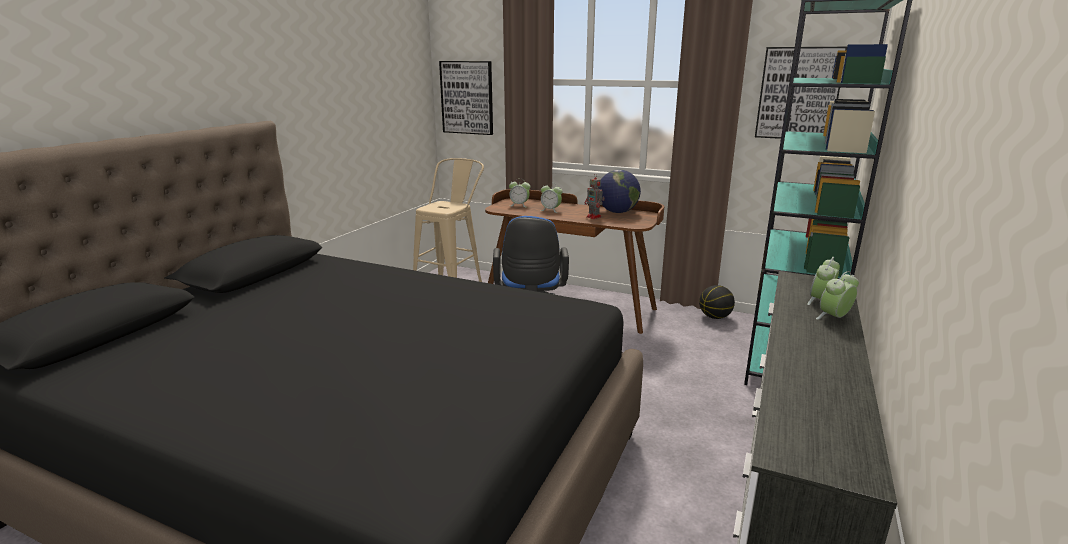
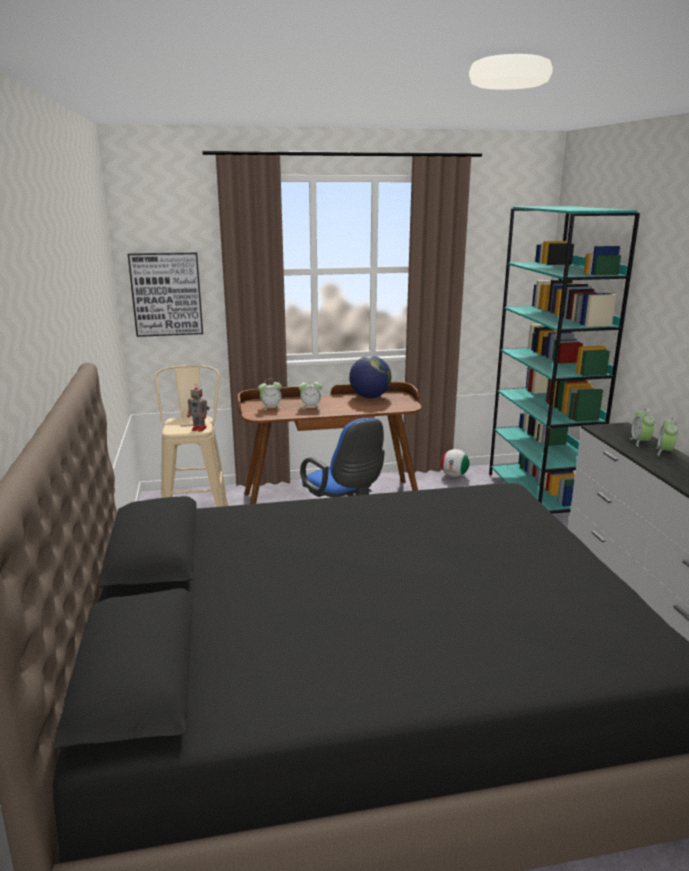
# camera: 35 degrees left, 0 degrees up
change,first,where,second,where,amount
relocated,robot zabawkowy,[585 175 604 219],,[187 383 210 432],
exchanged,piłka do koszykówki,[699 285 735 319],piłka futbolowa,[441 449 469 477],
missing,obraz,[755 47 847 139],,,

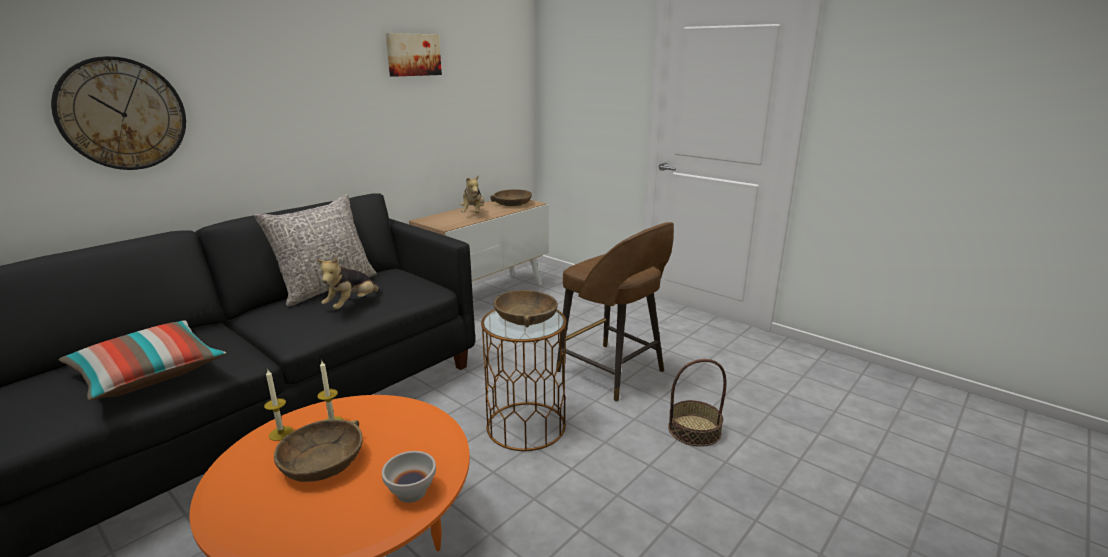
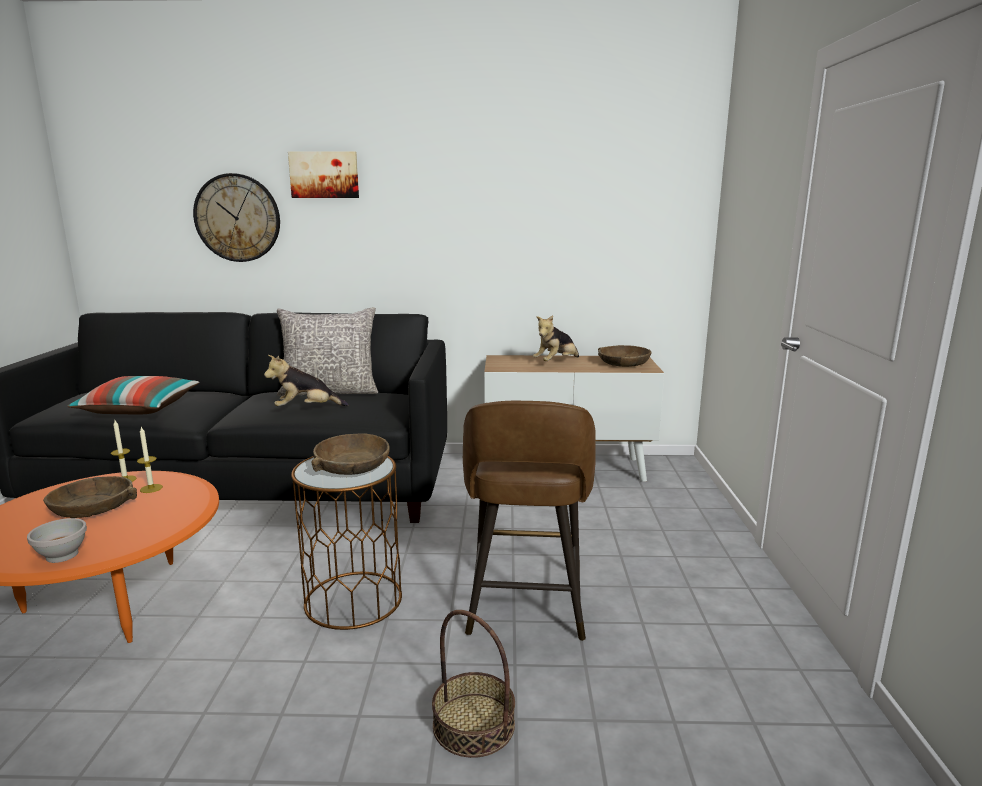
# camera: 50 degrees right, 5 degrees down
change,first,where,second,where,amount
relocated,obraz,[386 33 442 77],,[288 151 359 198],

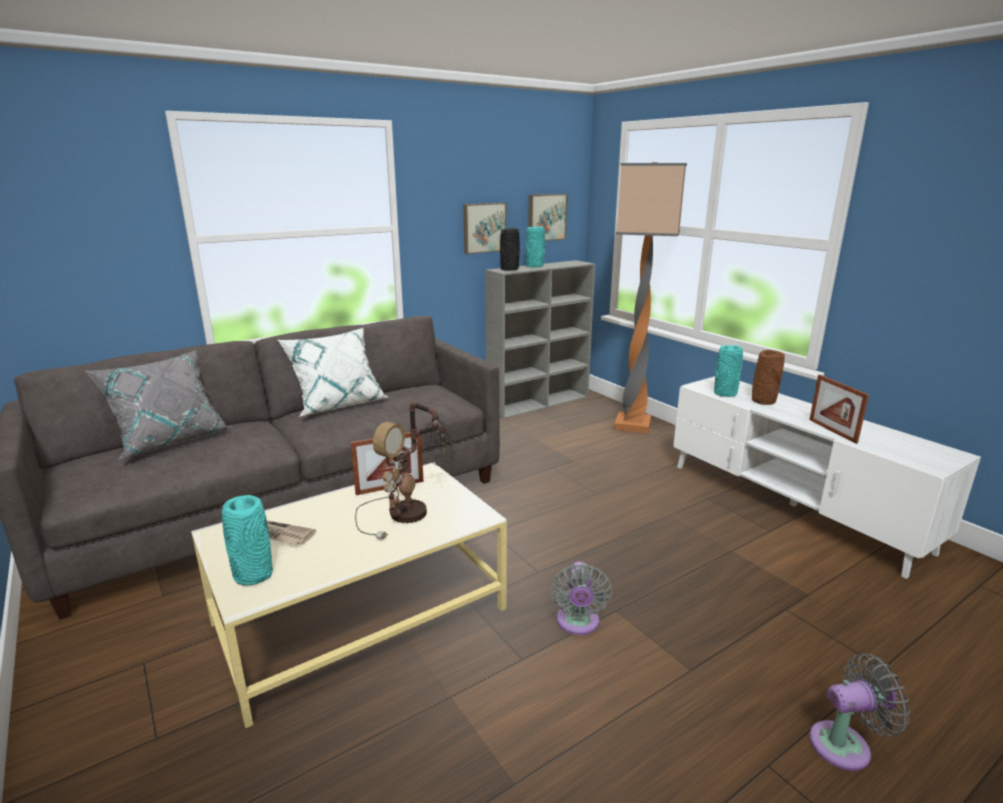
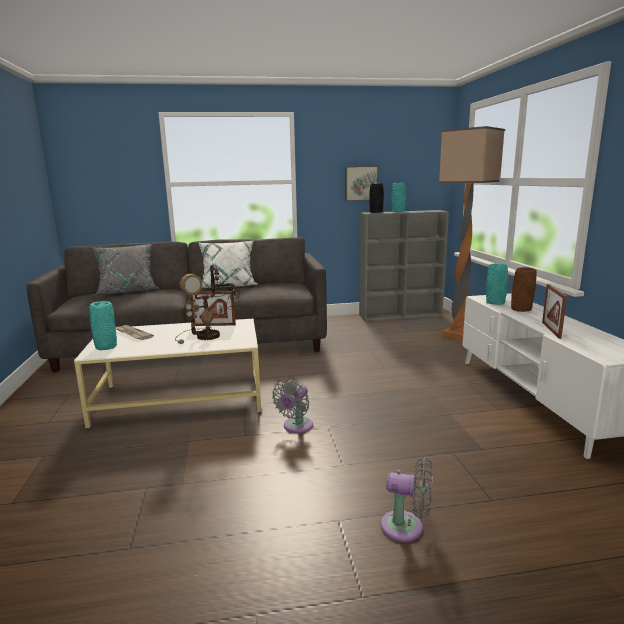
# camera: 25 degrees right, 5 degrees down
change,first,where,second,where,amount
missing,obraz,[528 194 568 241],,,

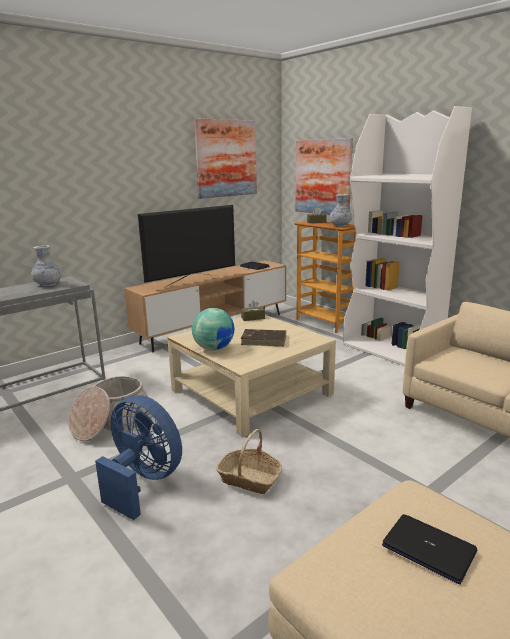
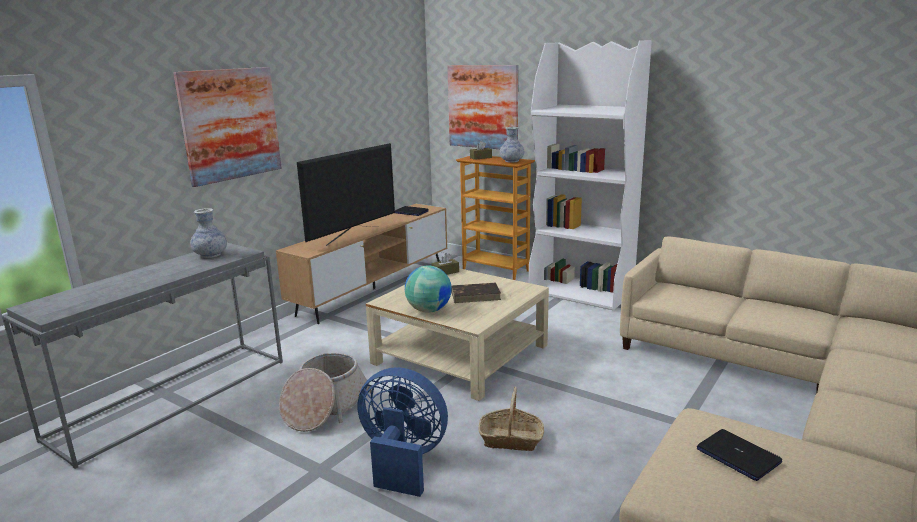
# camera: 15 degrees left, 0 degrees up
change,first,where,second,where,amount
relocated,obraz,[194 119 257 199],,[173 67 282 187],
spun,laptop,[382 514 477 585],,[697 429 782 481],150 degrees counterclockwise

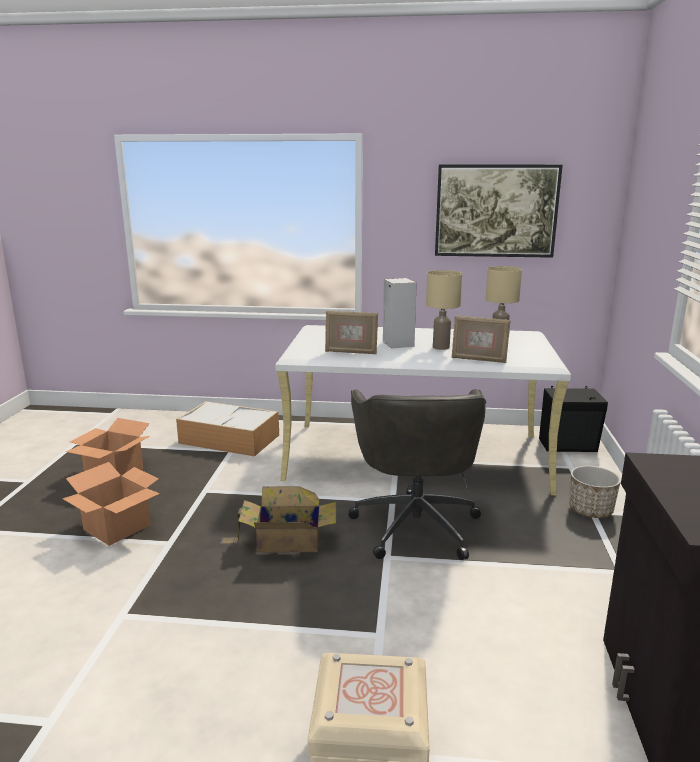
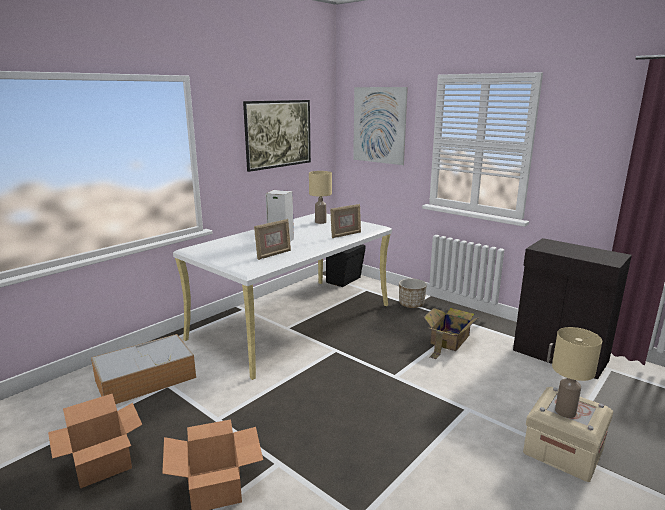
# camera: 55 degrees left, 0 degrees up
change,first,where,second,where,amount
relocated,karton,[220 486 336 553],,[424 308 478 359],
missing,krzesło biurowe [szary],[348 389 486 560],,,
relocated,lampa stołowa [beżowy],[426 270 462 350],,[552 327 602 418],
appeared,,,obraz,[353 87 408 165],

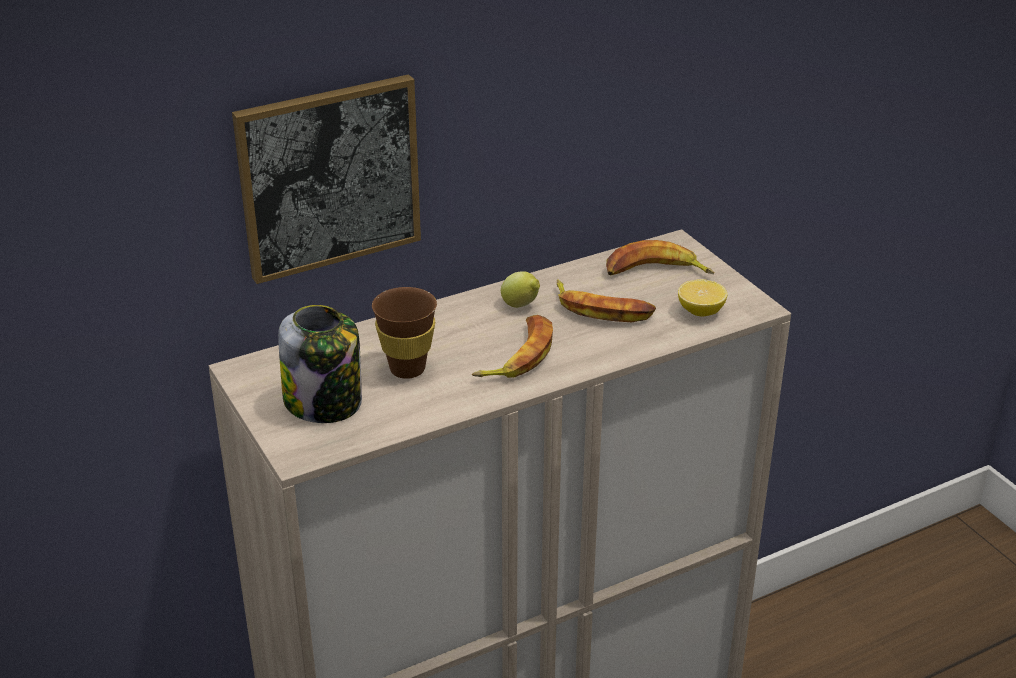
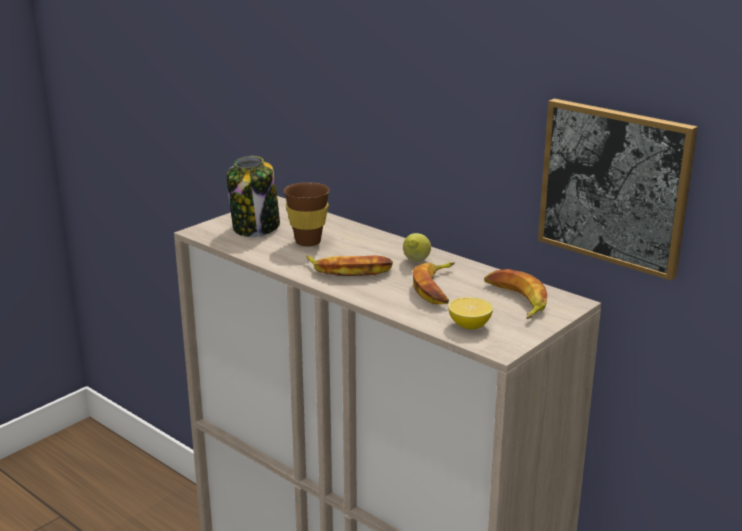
# camera: 70 degrees right, 10 degrees down
change,first,where,second,where,amount
relocated,obraz,[232 74 421 284],,[538 99 698 281],

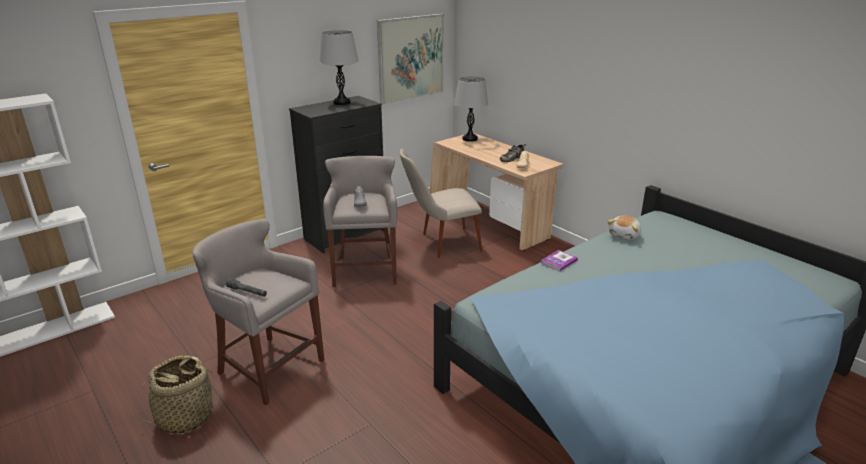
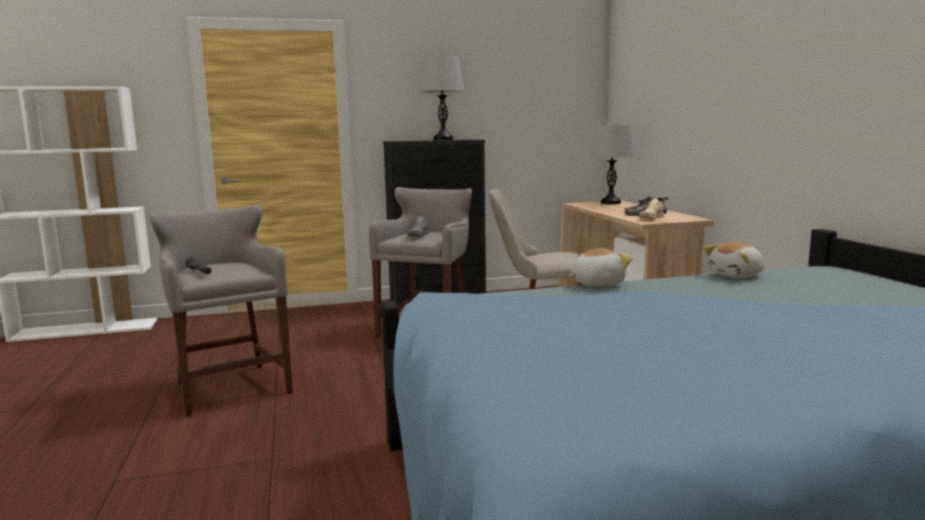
# camera: 25 degrees right, 15 degrees down
change,first,where,second,where,amount
missing,koszyk,[134 355 220 434],,,
missing,obraz,[377 14 444 104],,,
exchanged,książka,[541 250 578 271],pluszak,[569 248 633 286],

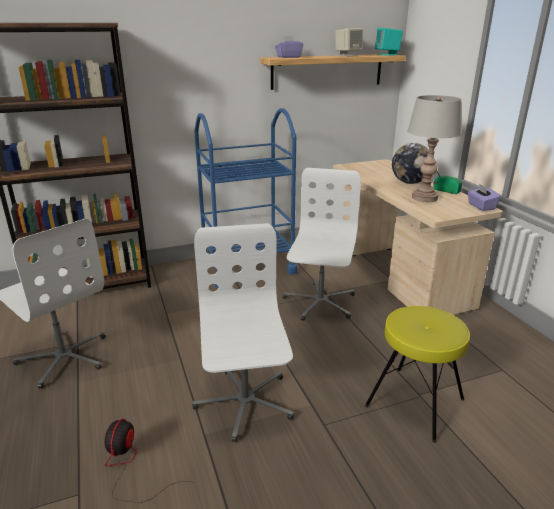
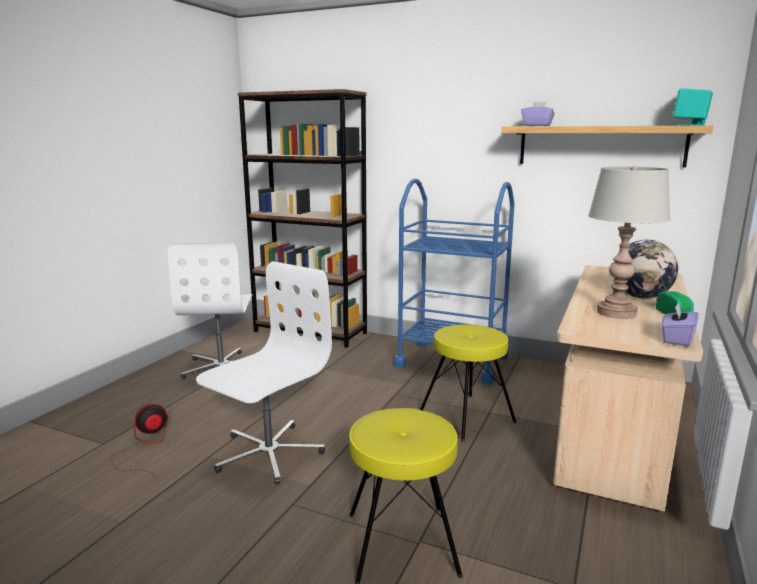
# camera: 45 degrees right, 10 degrees down
change,first,where,second,where,amount
exchanged,krzesło biurowe [biały],[283 168 361 321],stołek [żółty],[420 324 517 442],
missing,głośnik [beżowy],[335 28 363 57],,,

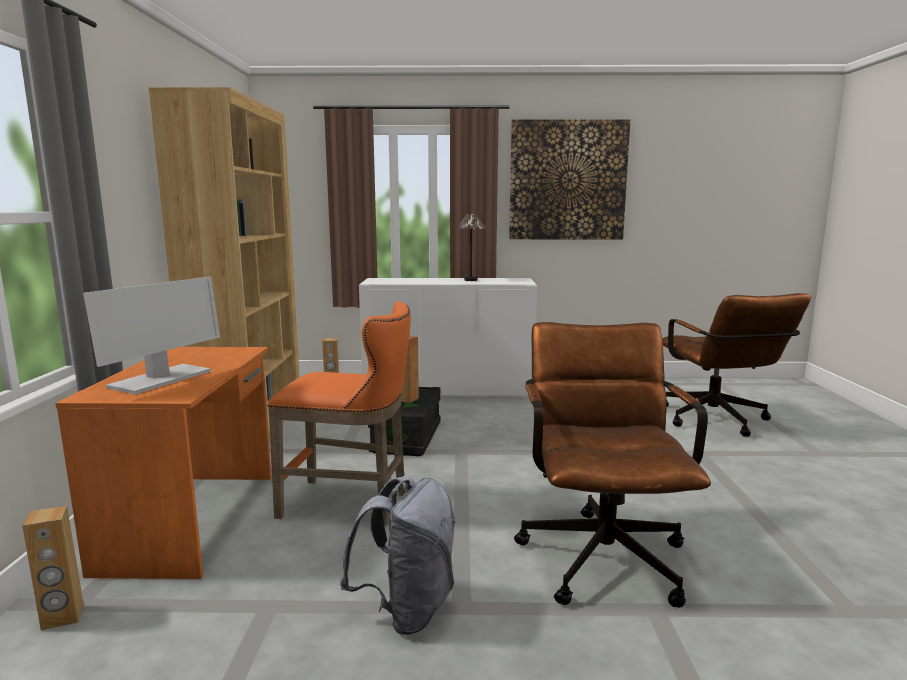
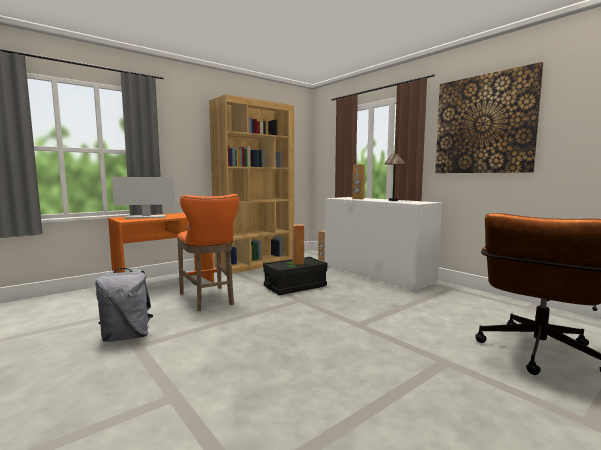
# camera: 50 degrees right, 5 degrees down
change,first,where,second,where,amount
relocated,głośnik [brązowy],[22 506 84 630],,[352 164 365 199],
missing,krzesło biurowe [brązowy],[514 322 711 608],,,

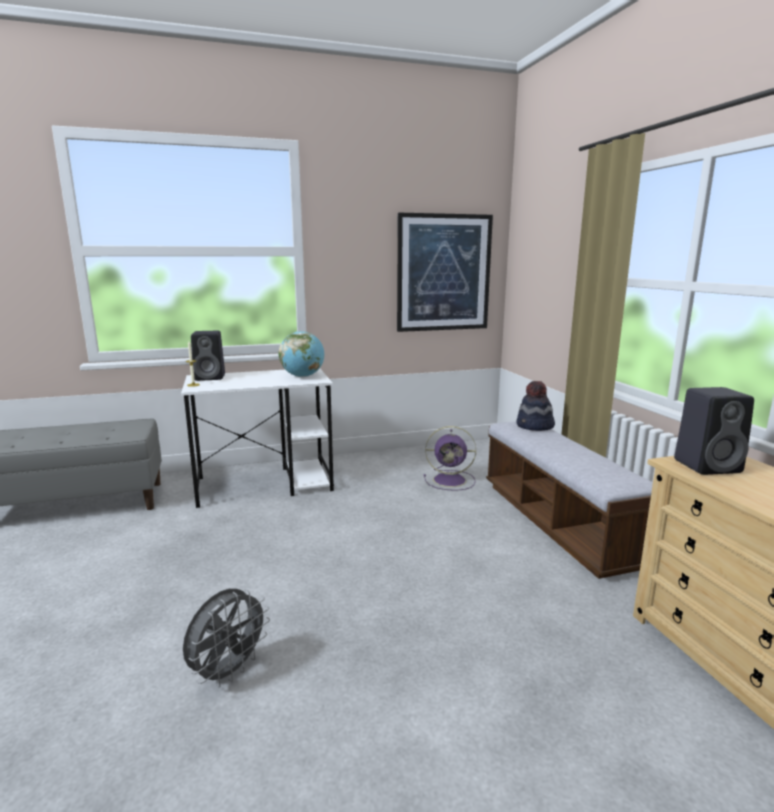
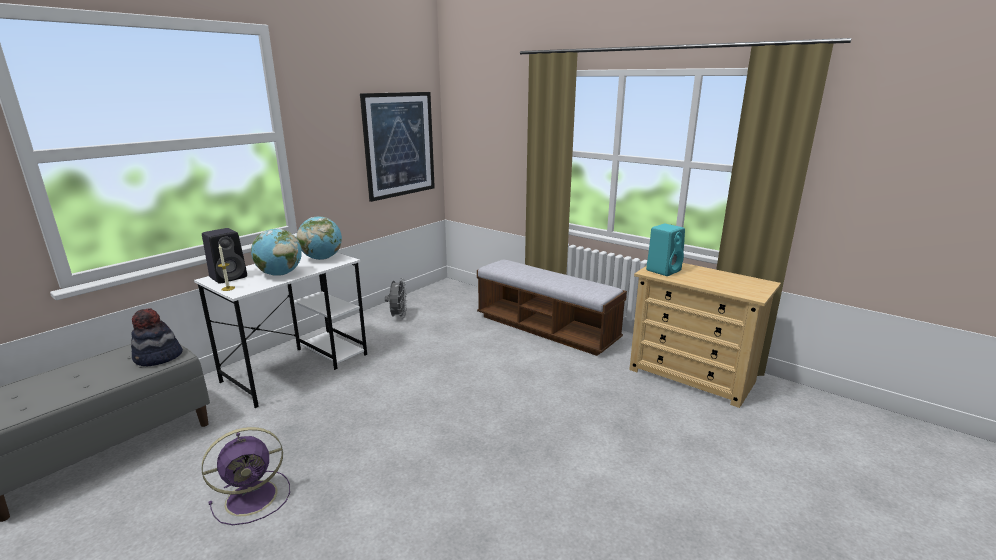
# camera: 35 degrees left, 5 degrees up
change,first,where,second,where,amount
relocated,wentylator [szary],[183 589 270 687],,[385 278 407 319],
relocated,wentylator [fioletowy],[424 426 476 491],,[202 427 290 525],
relocated,kapelusz,[516 381 555 431],,[131 308 183 366],
colour,głośnik [czarny],[674 387 754 475],głośnik [turkusowy],[646 224 685 276],
appeared,,,globus,[251 229 302 276],

